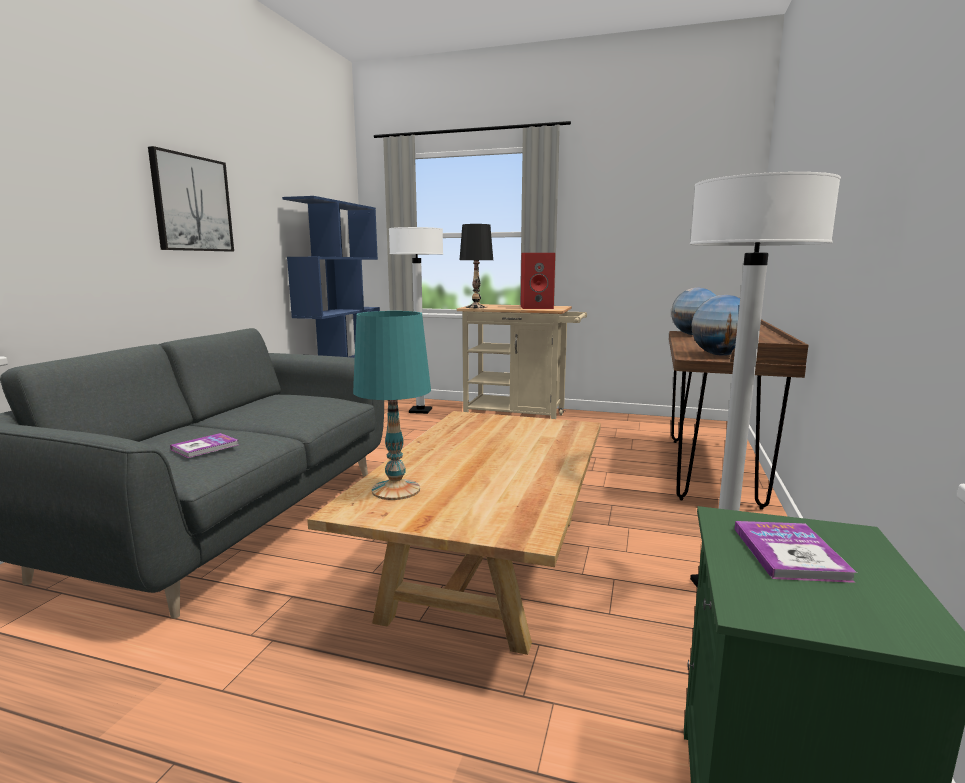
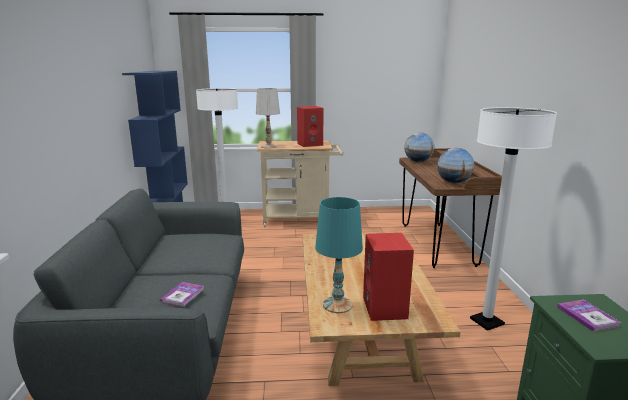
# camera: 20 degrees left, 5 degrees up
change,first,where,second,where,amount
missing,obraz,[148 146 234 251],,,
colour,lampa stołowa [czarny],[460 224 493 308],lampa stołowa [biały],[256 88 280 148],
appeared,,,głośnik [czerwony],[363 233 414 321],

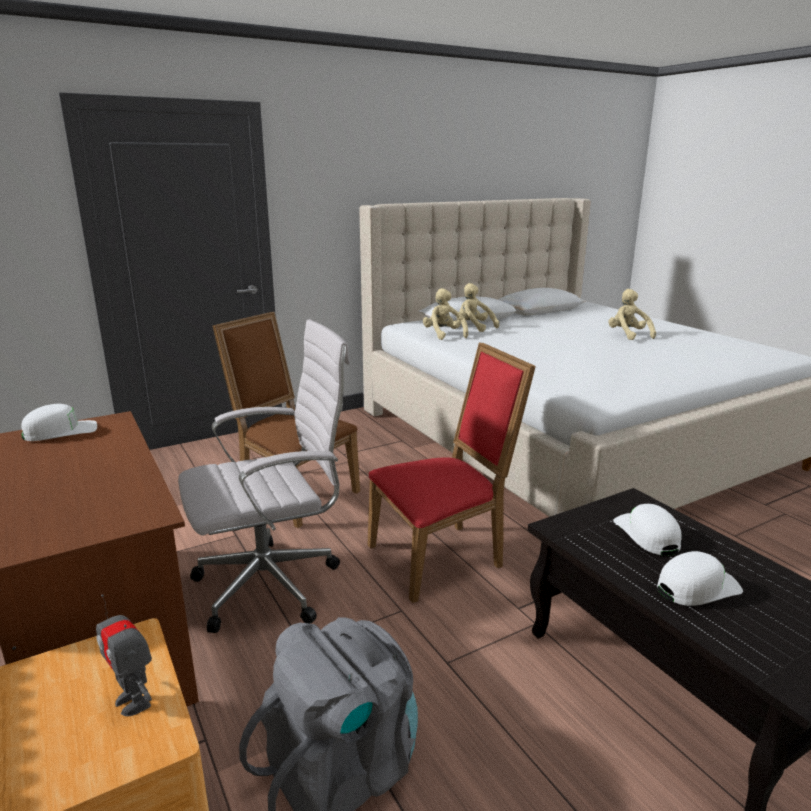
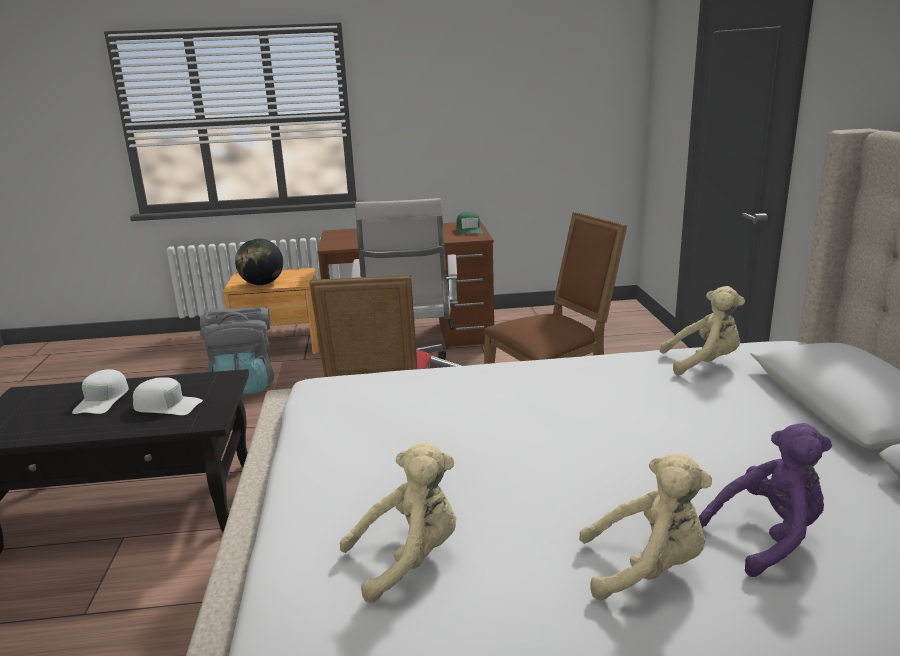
# camera: 115 degrees right, 0 degrees up
change,first,where,second,where,amount
colour,czapka z daszkiem [biały],[21 404 97 441],czapka z daszkiem [zielony],[456 211 483 235],
exchanged,robot zabawkowy,[96 594 152 716],globus,[235 239 283 285],
relocated,pluszak [beżowy],[457 283 500 332],,[340 442 456 603],
appeared,,,pluszak [fioletowy],[699 423 832 577],

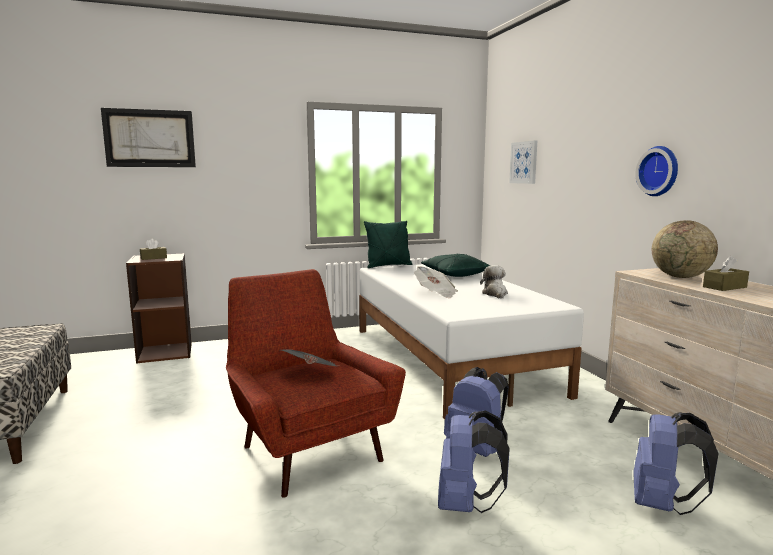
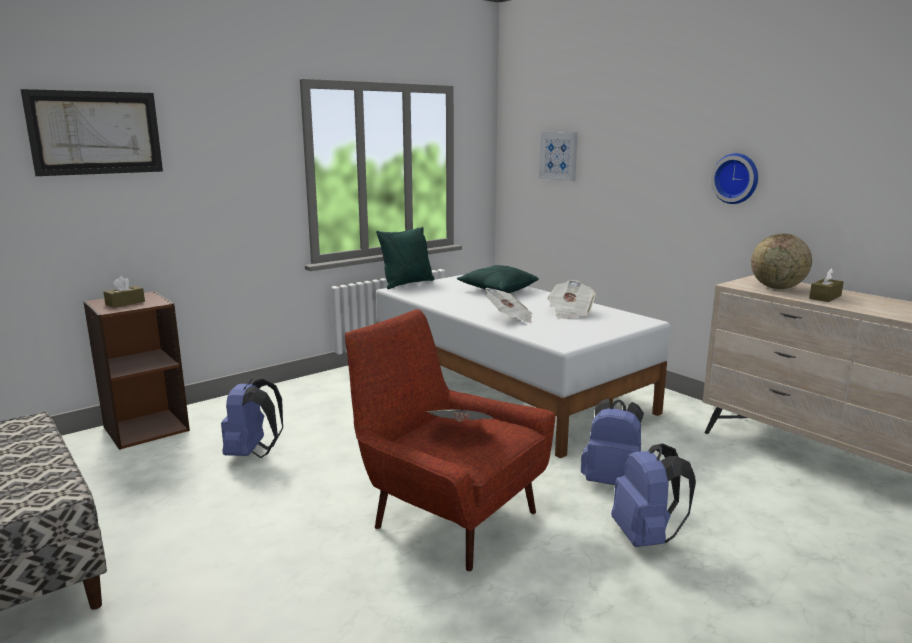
# camera: 20 degrees left, 5 degrees up
change,first,where,second,where,amount
exchanged,pluszak,[480 265 508 299],gazeta,[548 280 596 319],
relocated,plecak [niebieski],[633 412 719 515],,[221 379 283 458],

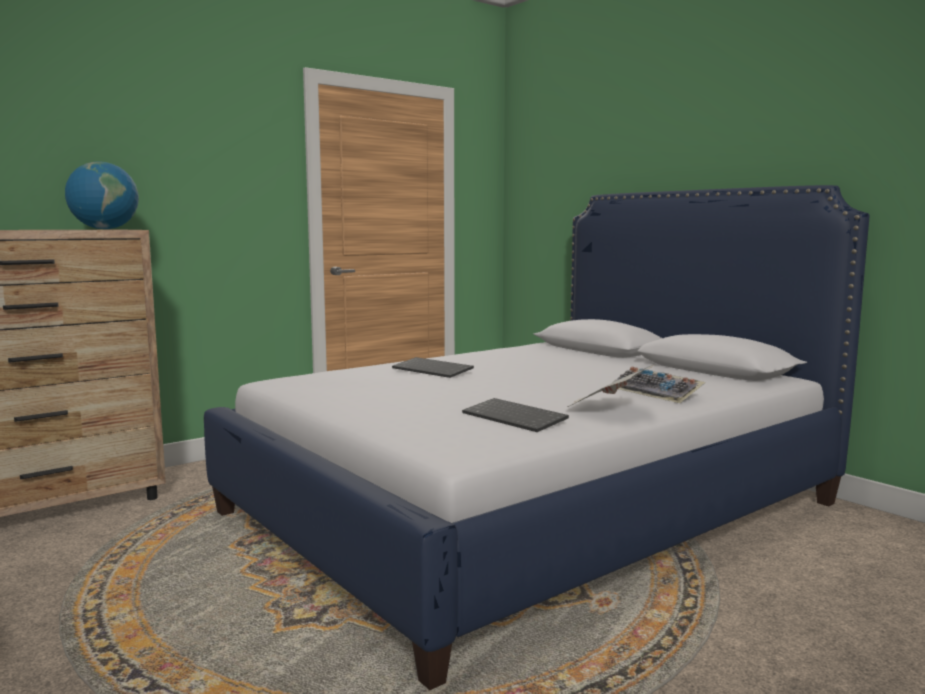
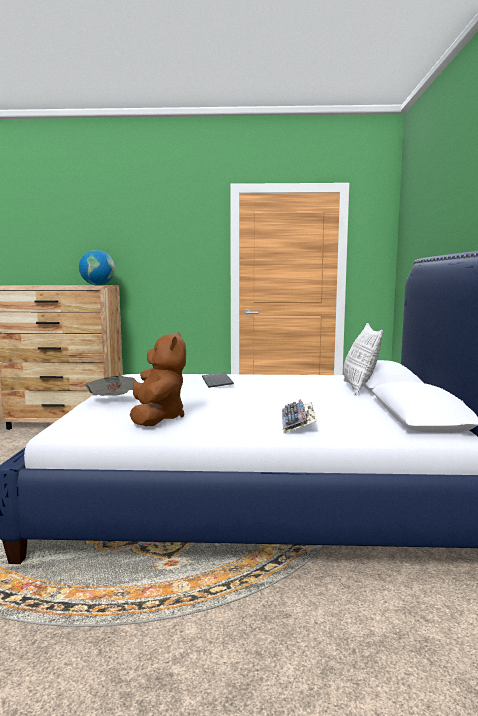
# camera: 40 degrees right, 0 degrees up
change,first,where,second,where,amount
exchanged,klawiatura,[462 398 569 432],pluszak [brązowy],[130 332 186 426],
relocated,gazeta,[568 365 654 407],,[84 376 137 396],
appeared,,,poduszka,[343 323 383 396],

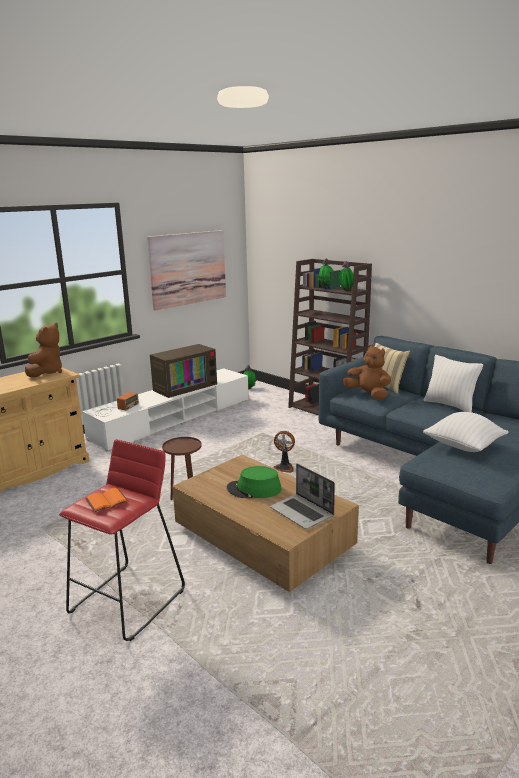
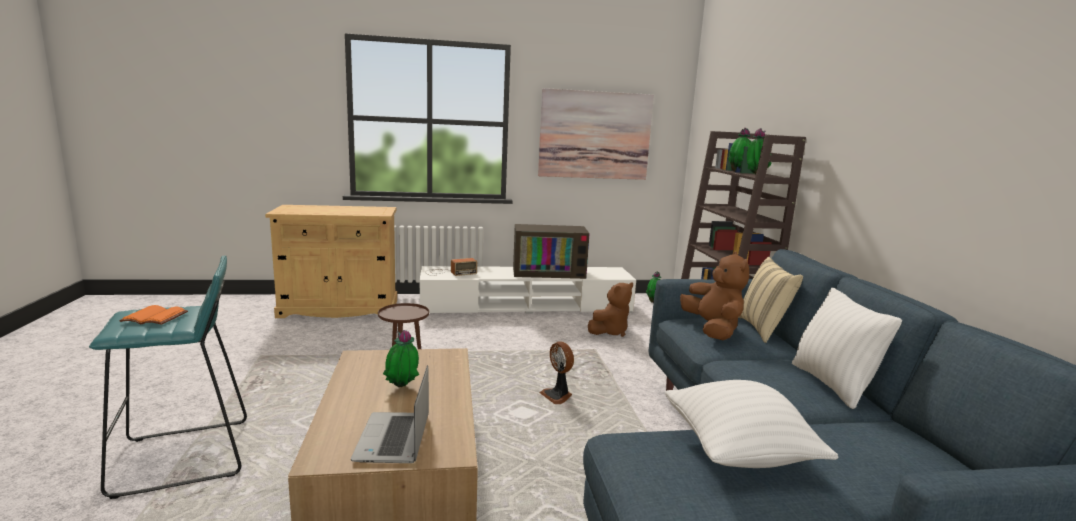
# camera: 35 degrees right, 5 degrees down
change,first,where,second,where,amount
relocated,pluszak [brązowy],[25 323 62 377],,[588 283 633 337],
colour,stołek [czerwony],[59 439 185 641],stołek [turkusowy],[89 255 247 499],
exchanged,kapelusz [zielony],[227 466 282 498],roślina doniczkowa,[383 330 419 387],

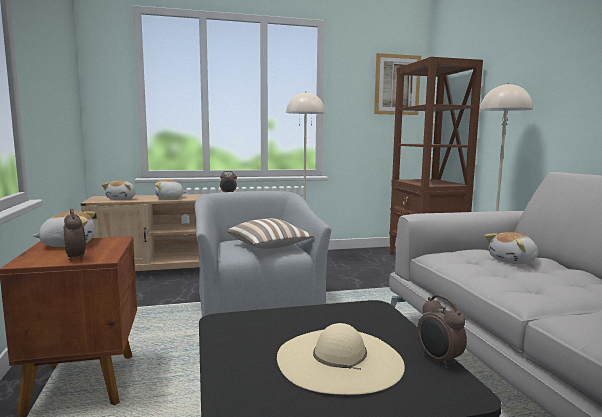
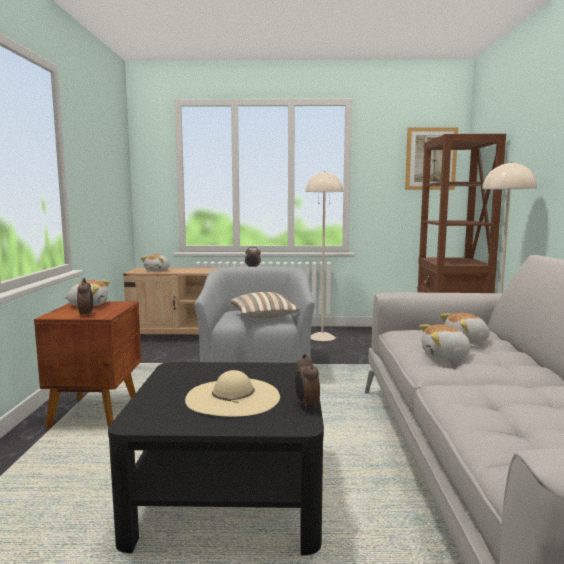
# camera: 15 degrees right, 0 degrees up
change,first,where,second,where,amount
relocated,pluszak,[155 179 187 199],,[419 324 475 359],

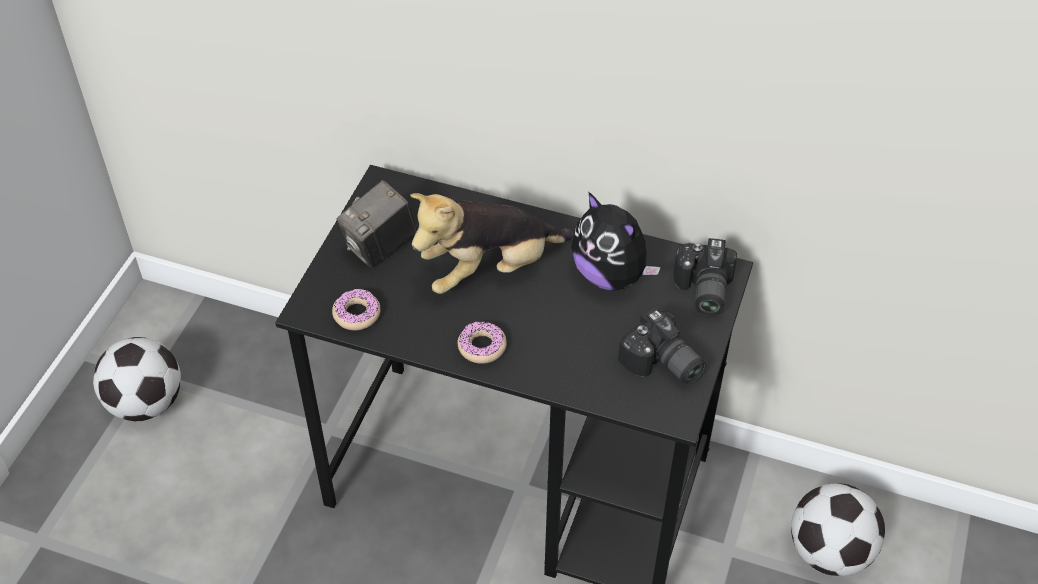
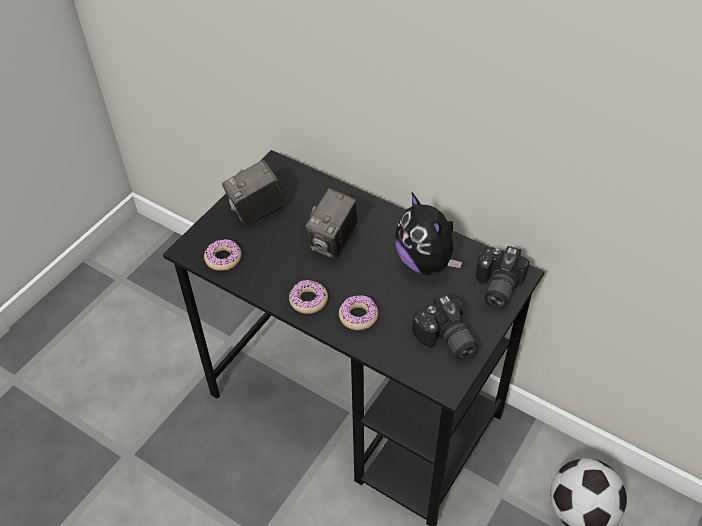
# camera: 15 degrees right, 0 degrees up
change,first,where,second,where,amount
missing,piłka futbolowa,[93 337 181 421],,,
exchanged,pluszak,[410 193 573 294],aparat fotograficzny,[305 188 358 259],
appeared,,,donut,[339 295 378 330],

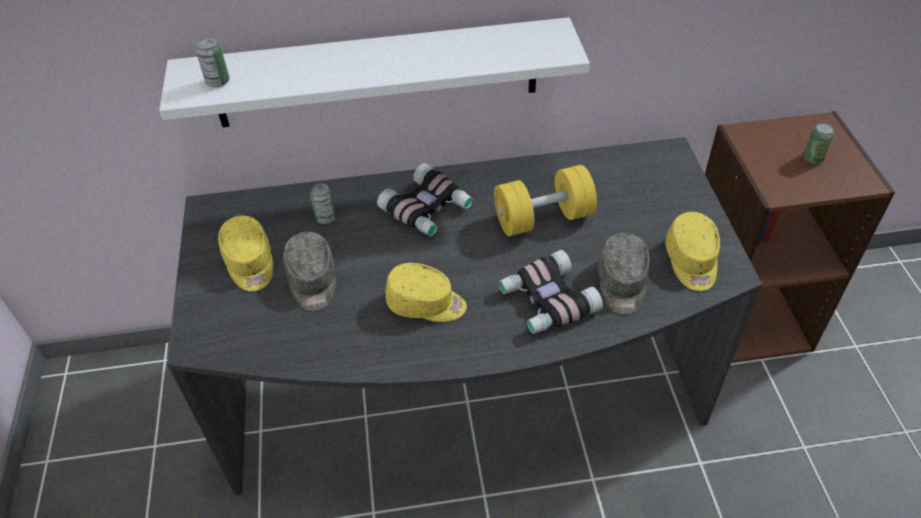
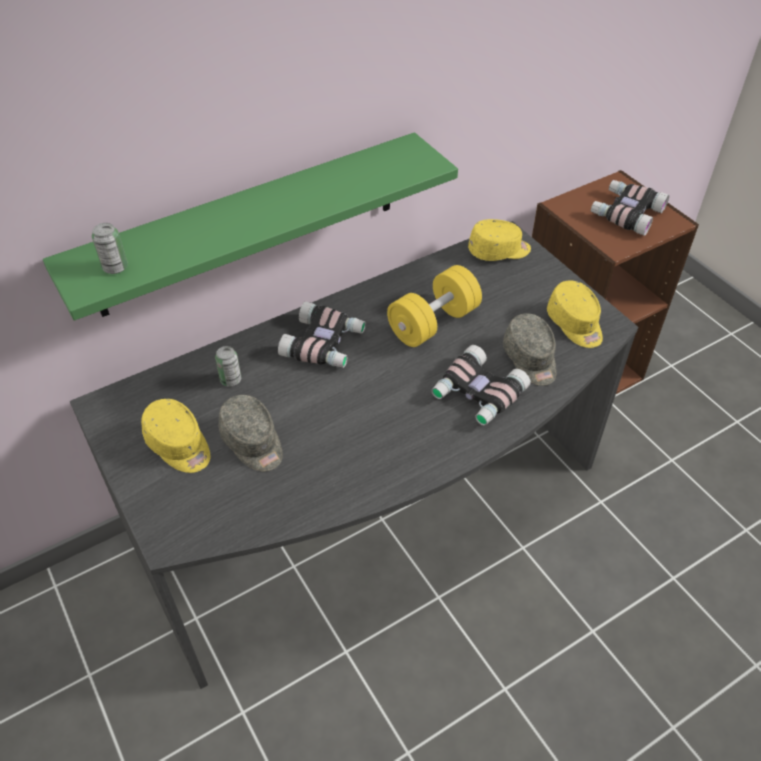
# camera: 25 degrees left, 0 degrees up
change,first,where,second,where,amount
colour,półka [biały],[159 17 590 127],półka [zielony],[43 132 458 320],
relocated,czapka z daszkiem [żółty],[385 263 467 322],,[468 219 531 261],
exchanged,puszka,[803 123 835 164],lornetka,[591 180 669 236],

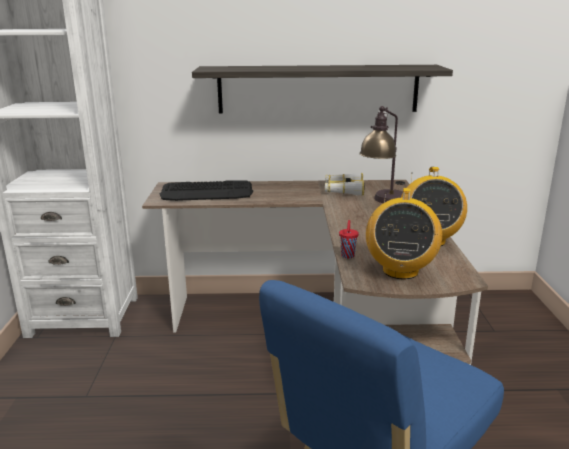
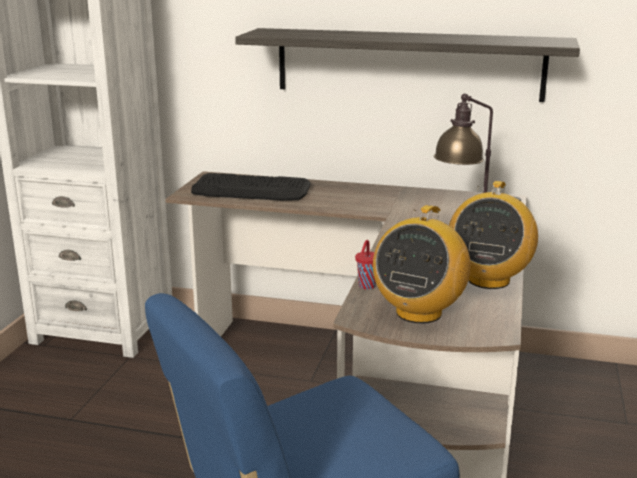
# camera: 15 degrees right, 0 degrees up
change,first,where,second,where,amount
missing,lornetka,[325 173 364 196],,,

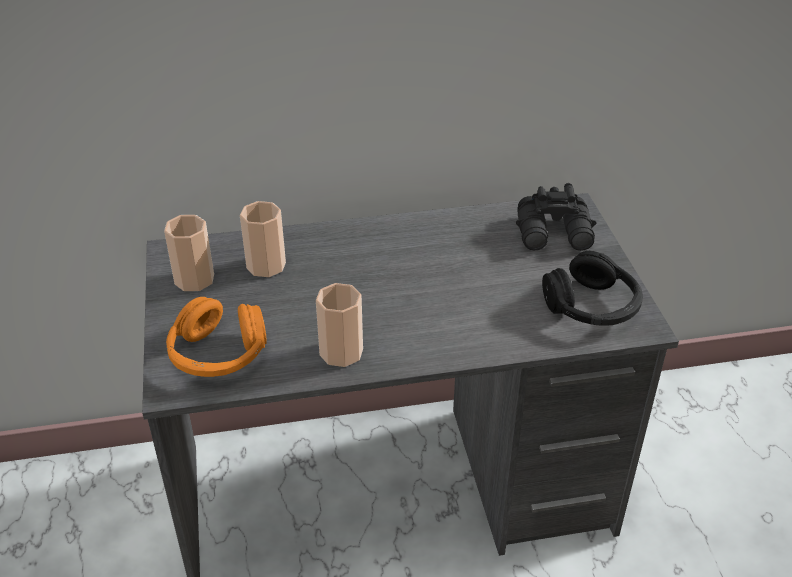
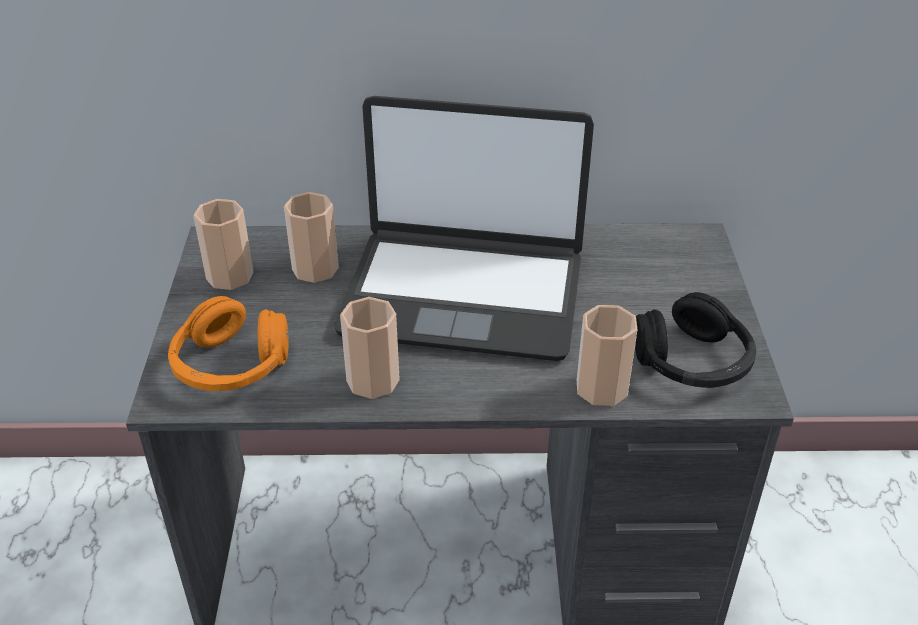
# camera: 10 degrees right, 0 degrees up
change,first,where,second,where,amount
missing,lornetka [czarny],[516 183 597 251],,,
appeared,,,laptop,[335 96 594 361],
appeared,,,filiżanka,[577 305 638 406],

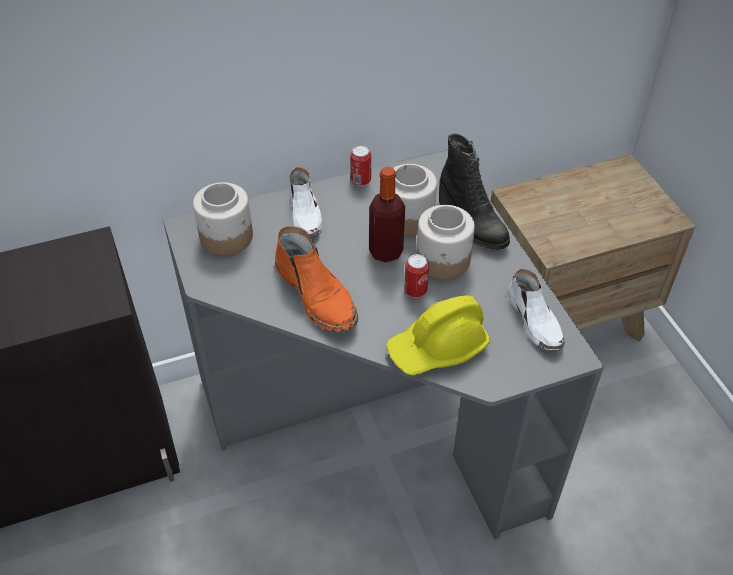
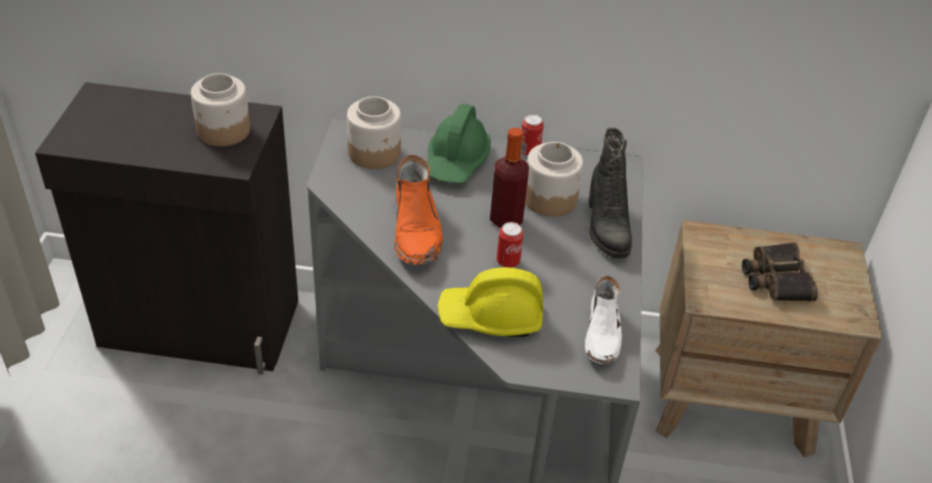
# camera: 25 degrees right, 5 degrees down
change,first,where,second,where,amount
exchanged,but [biały],[289 167 322 237],kask [zielony],[427 104 491 184],
relocated,słoik,[416 205 475 280],,[191 73 250 146],
appeared,,,lornetka,[742 242 818 301],

